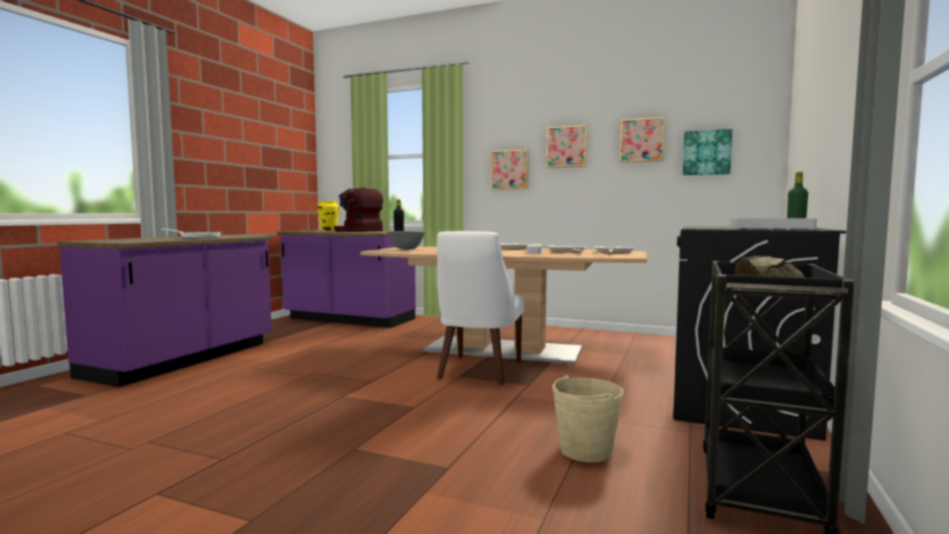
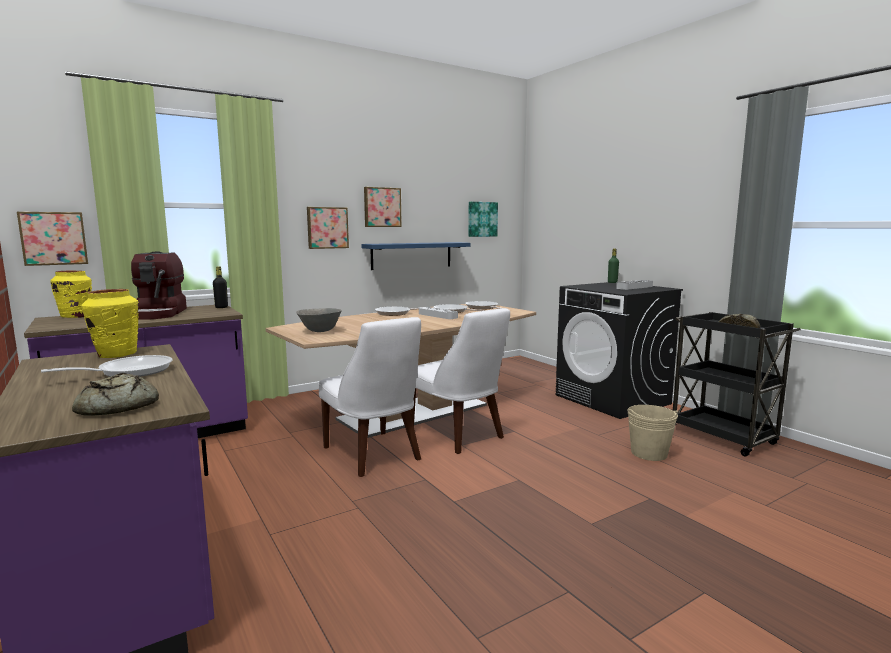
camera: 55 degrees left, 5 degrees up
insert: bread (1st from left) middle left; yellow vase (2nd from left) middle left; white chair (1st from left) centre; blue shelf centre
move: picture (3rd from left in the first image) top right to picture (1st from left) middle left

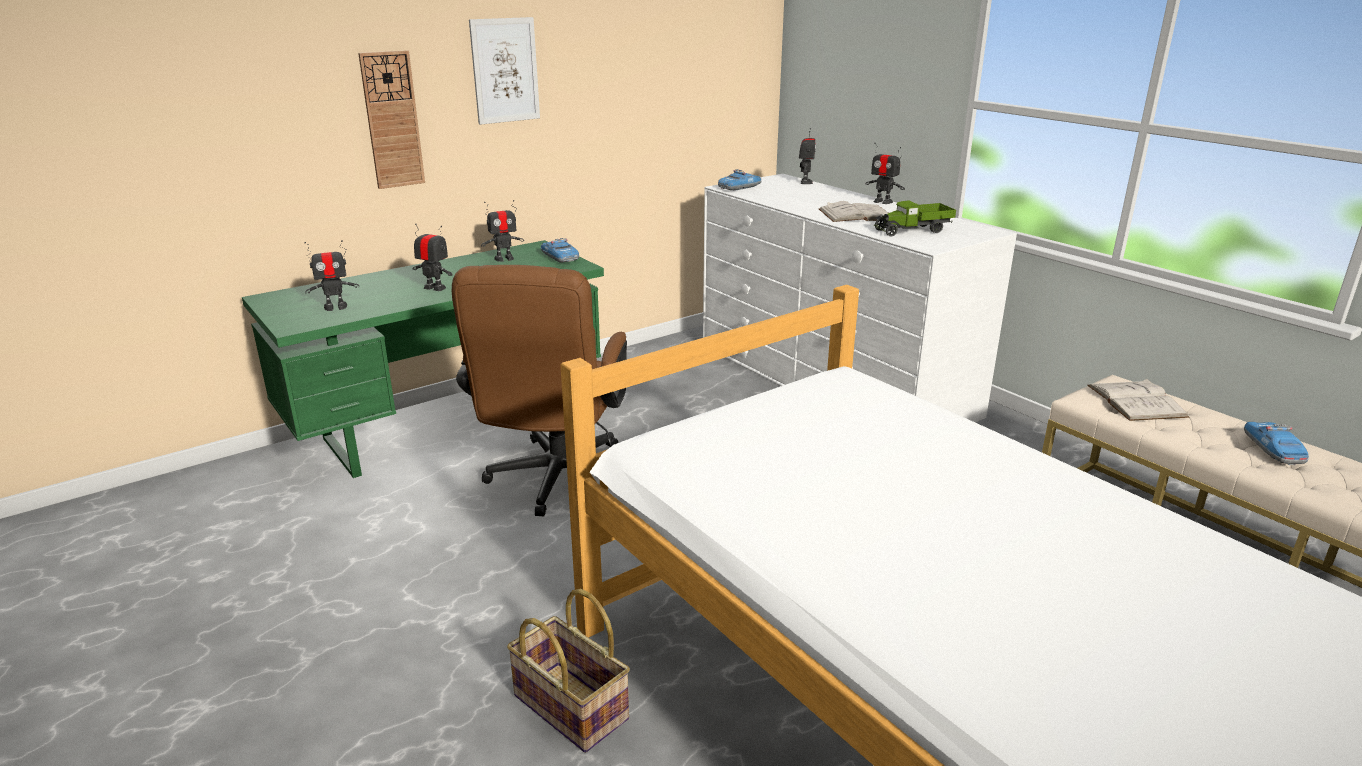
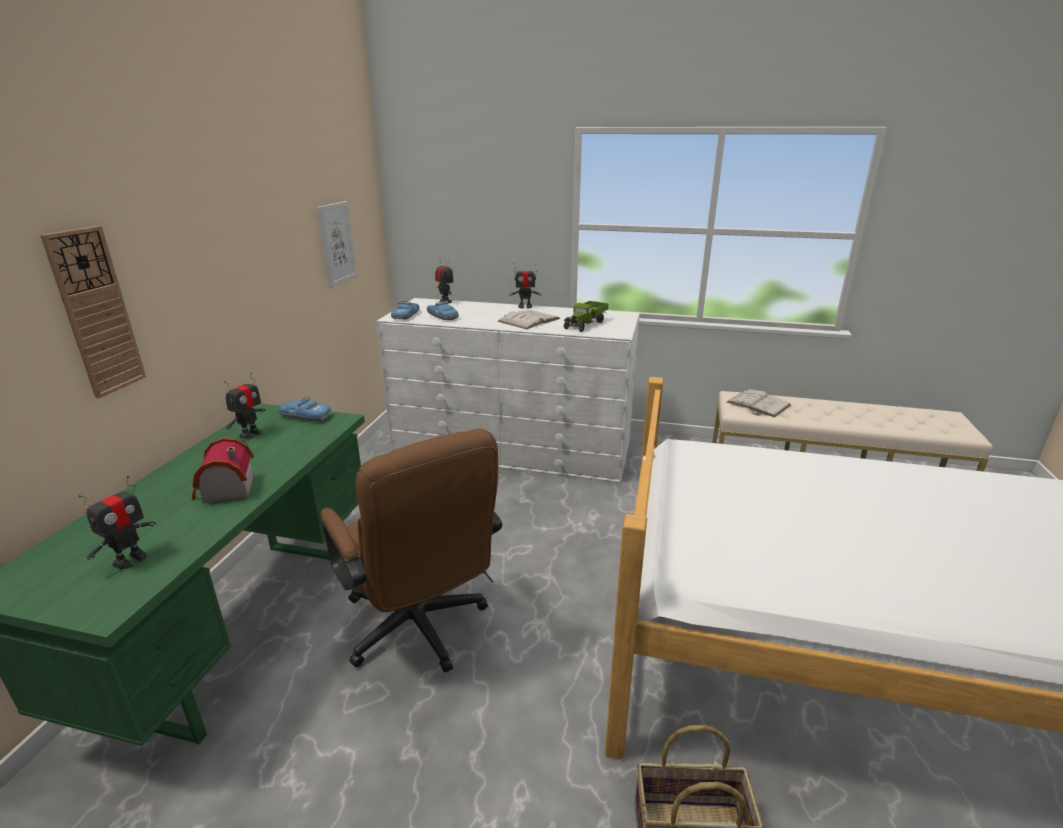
camera: 40 degrees left, 0 degrees up
move: picture top centre to top left; toy car (3rd from left) middle right to centre
replace: toy robot (2nd from left) middle left to toy house middle left

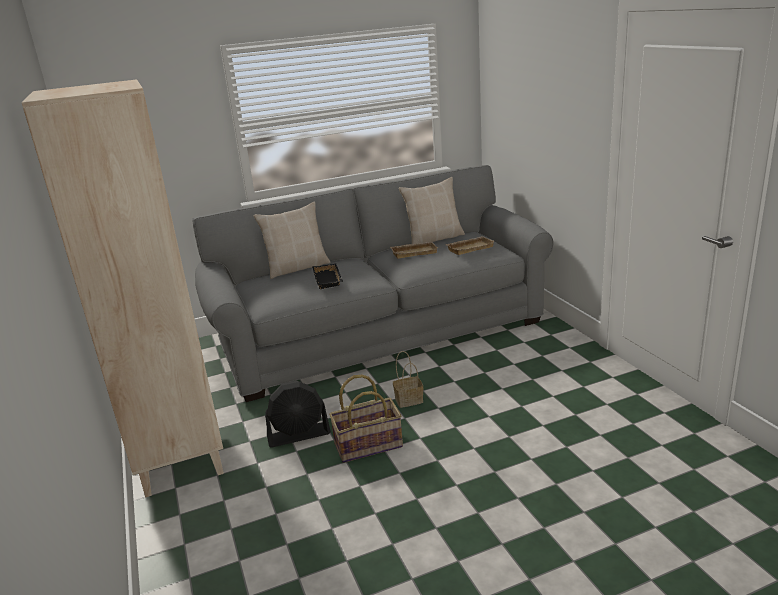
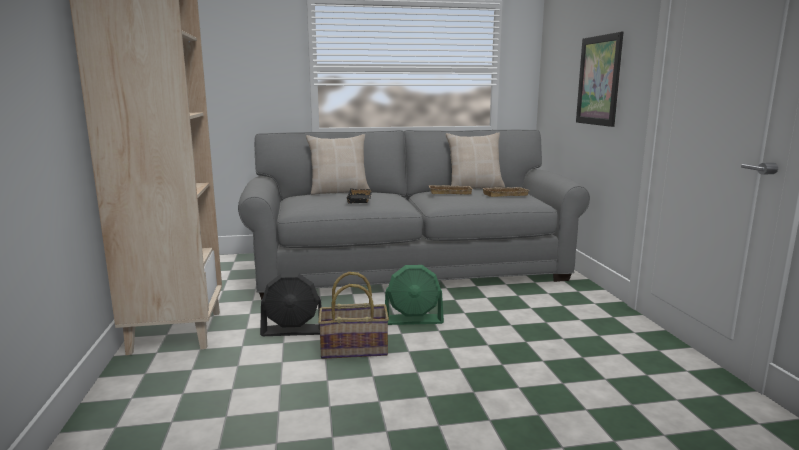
camera: 10 degrees right, 10 degrees down
insert: picture top right
replace: basket (2nd from left) centre to green fan centre

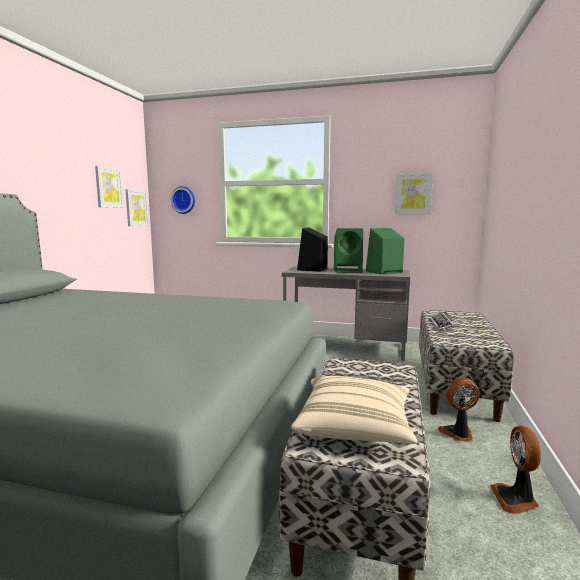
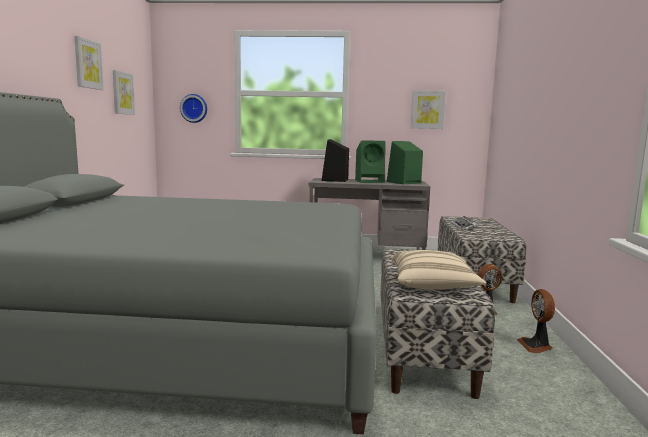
camera: 10 degrees left, 0 degrees up
move: picture (2nd from left in the first image) middle left to picture (1st from left) top left

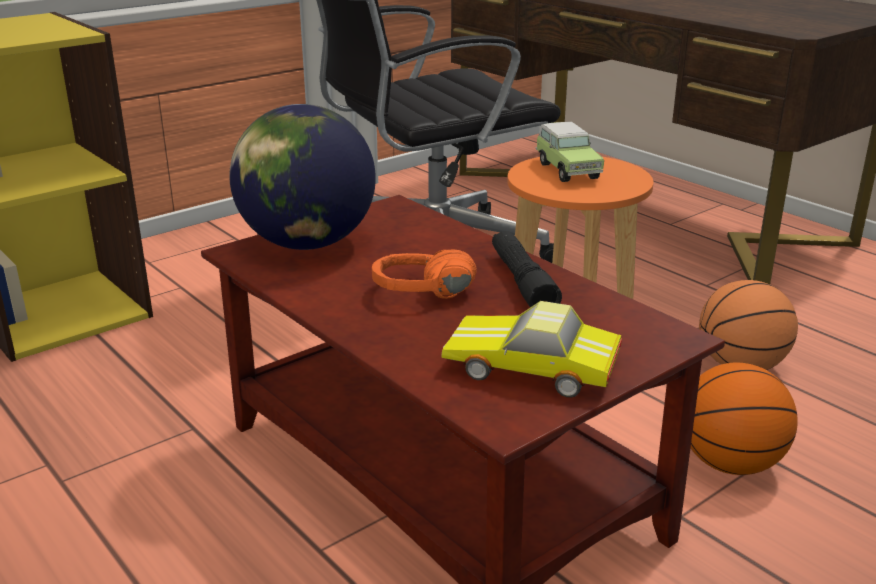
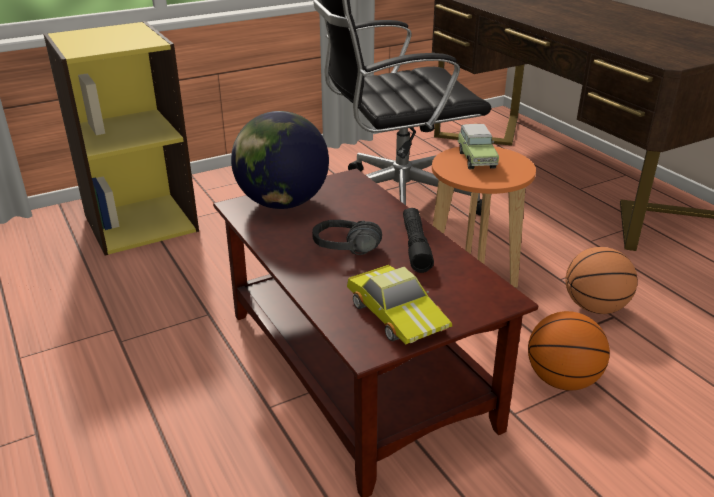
camera: 10 degrees right, 5 degrees up
recolor: orange headphones centre to black headphones centre
rotate: toy car (1st from left) centre = centre 150 degrees counterclockwise

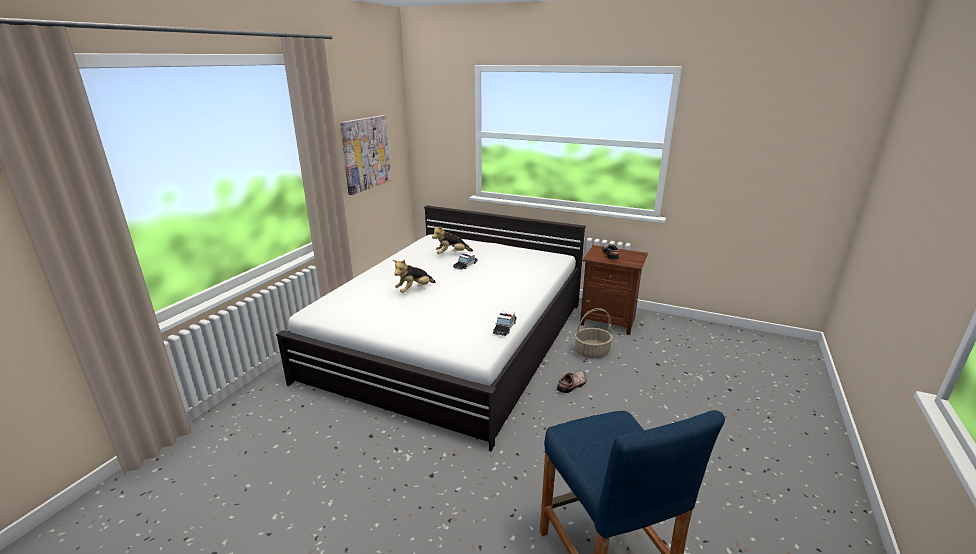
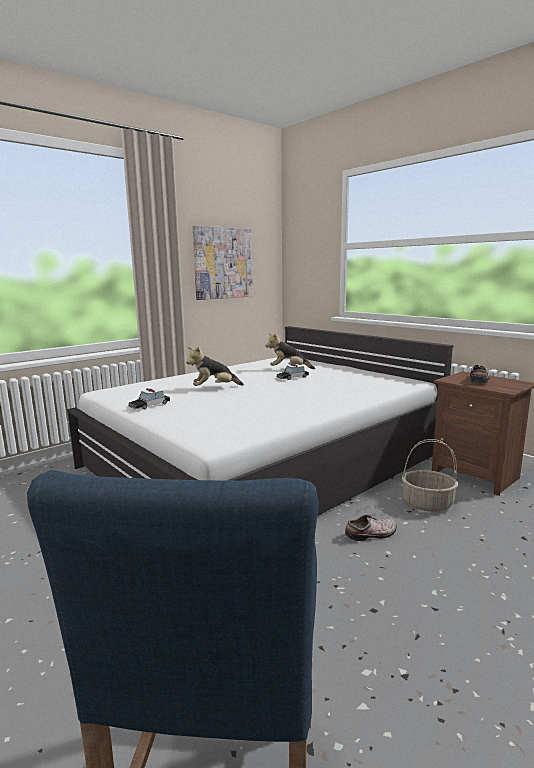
camera: 25 degrees right, 10 degrees down
move: toy car (2nd from left in the first image) centre to toy car (1st from left) middle left

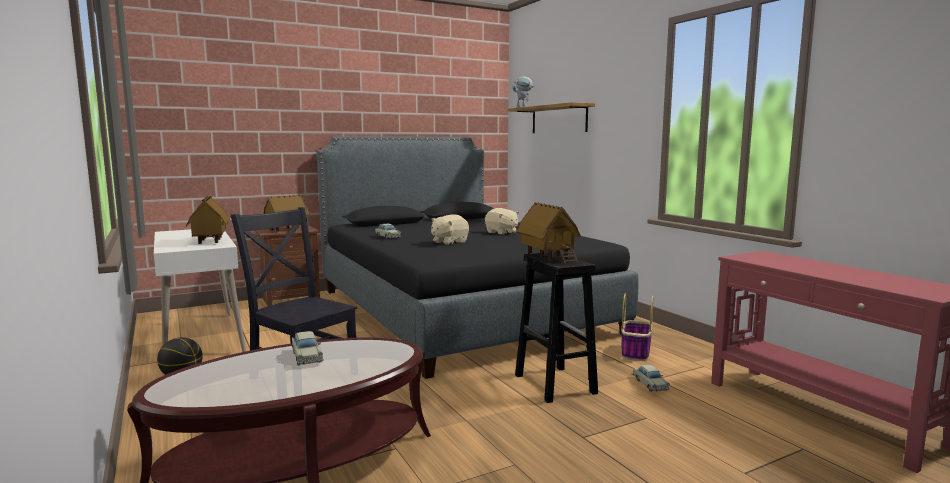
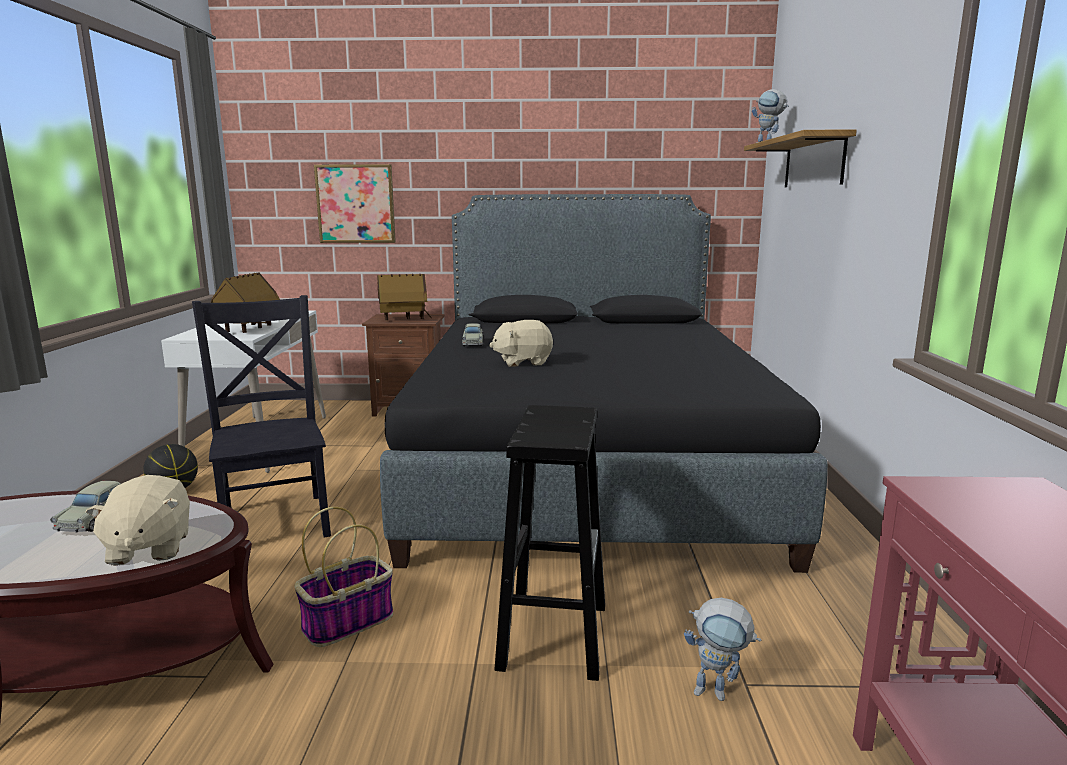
camera: 30 degrees right, 5 degrees up
delete: toy house (3rd from left) centre
insert: picture top left
move: beige plush toy (2nd from left in the first image) centre to beige plush toy (1st from left) bottom left; basket bottom right to bottom left
replace: beige toy car (3rd from left) bottom right to toy robot (1st from left) bottom right

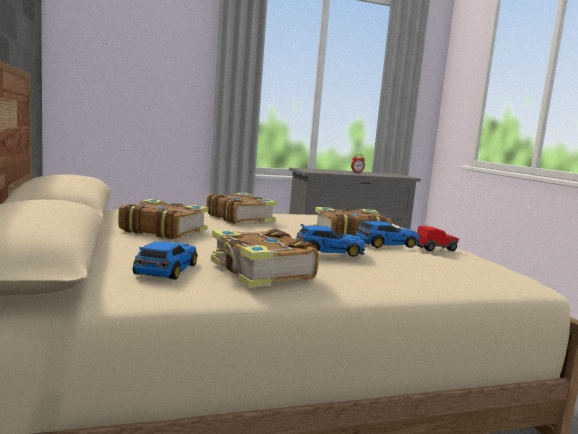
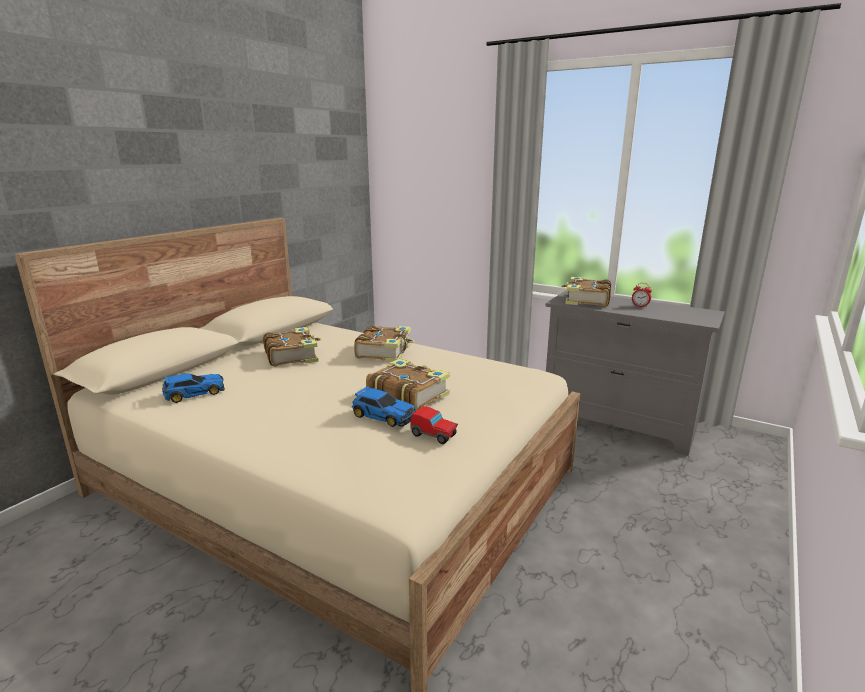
camera: 50 degrees right, 10 degrees up
delete: toy car (2nd from left) centre
move: book (3rd from left in the first image) centre to book (4th from left) middle right

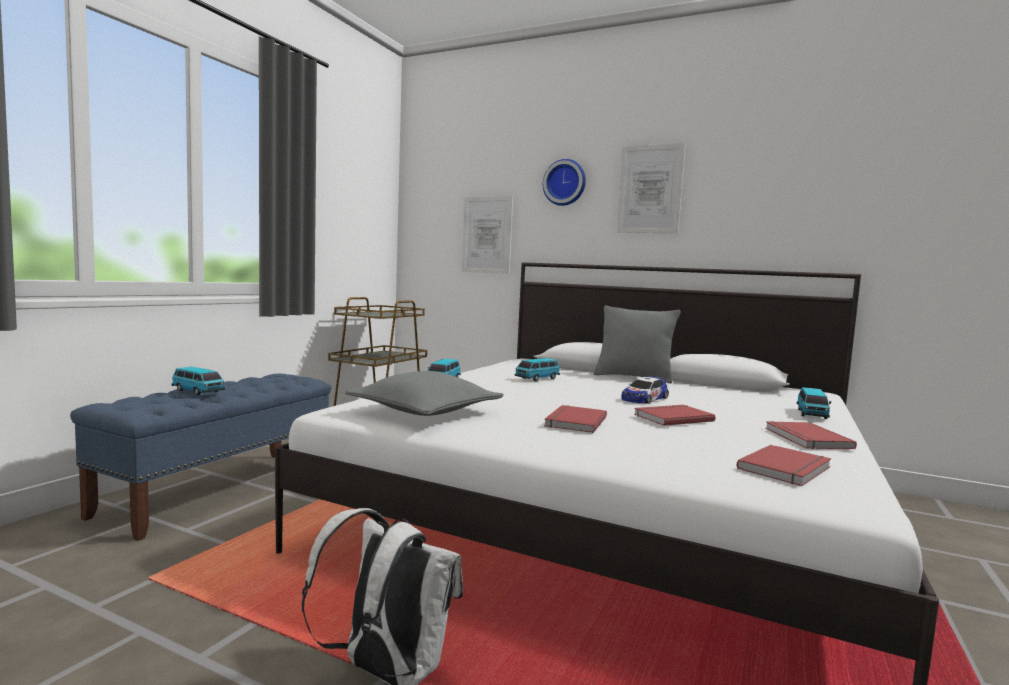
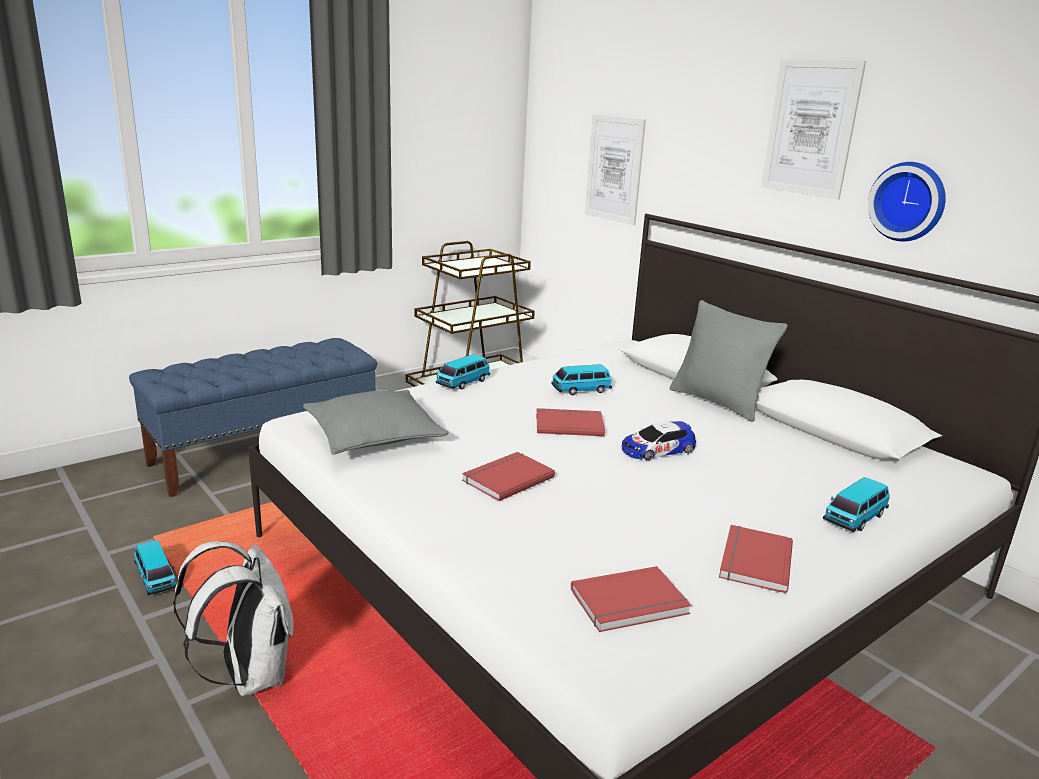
camera: 25 degrees right, 15 degrees up
move: toy car (1st from left) middle left to bottom left; red book (2nd from left) middle right to centre; wall clock top centre to top right

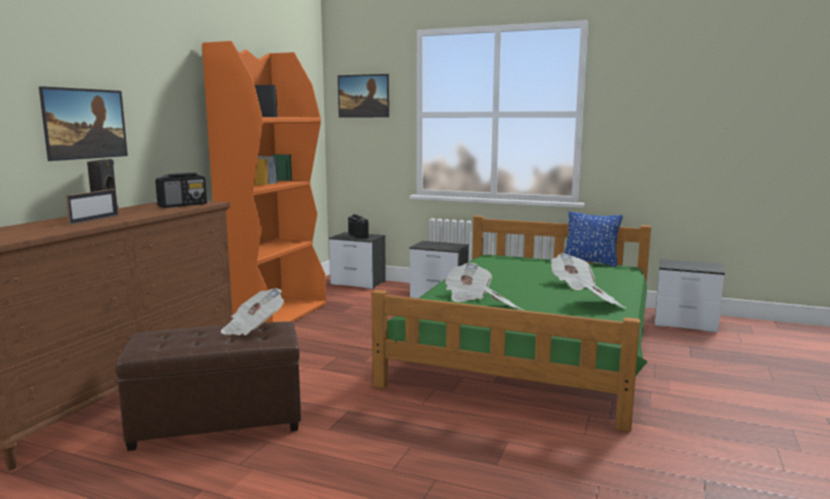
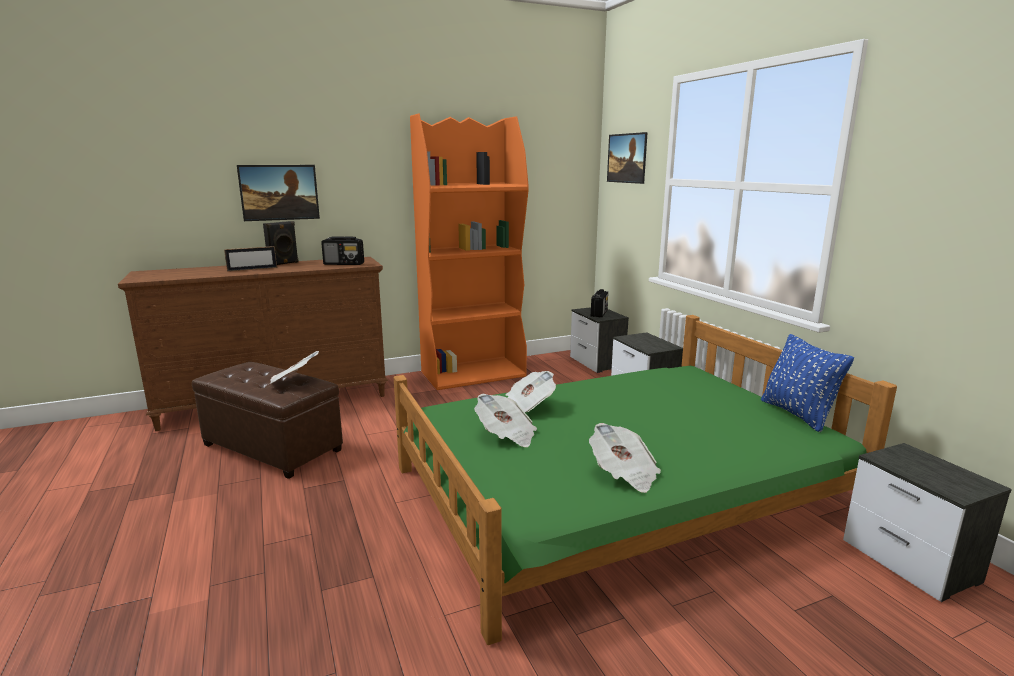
camera: 45 degrees right, 5 degrees up
delete: newspaper (4th from left) middle right

